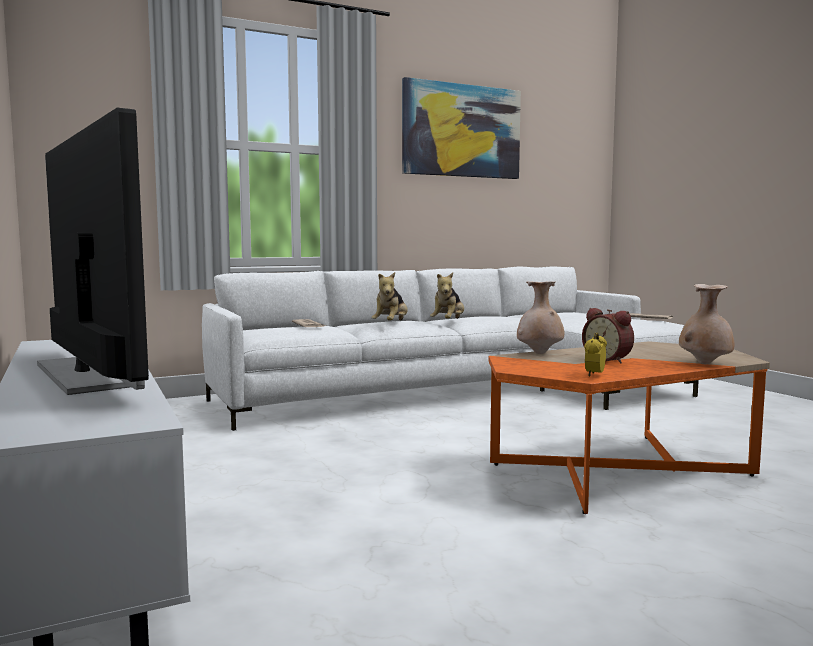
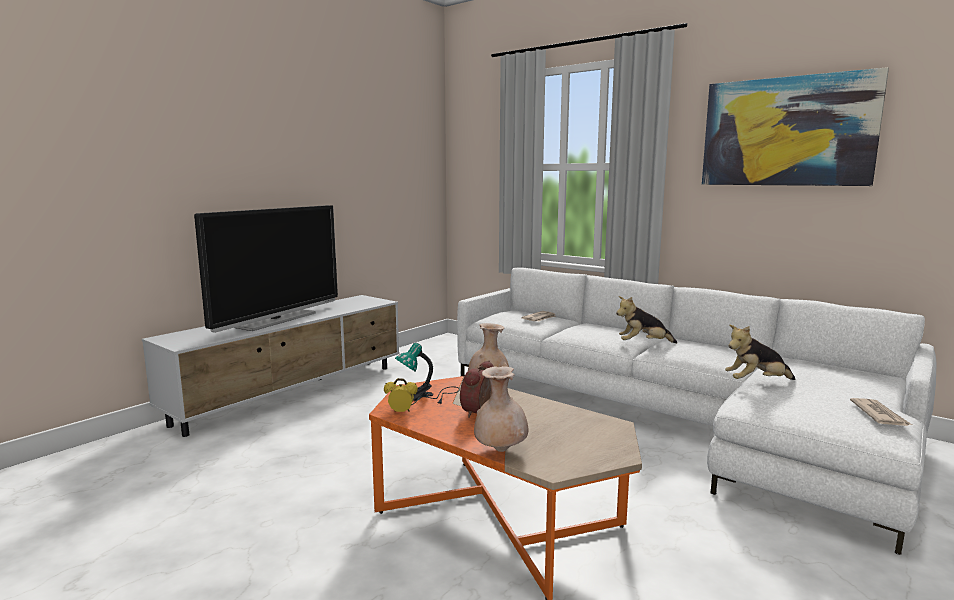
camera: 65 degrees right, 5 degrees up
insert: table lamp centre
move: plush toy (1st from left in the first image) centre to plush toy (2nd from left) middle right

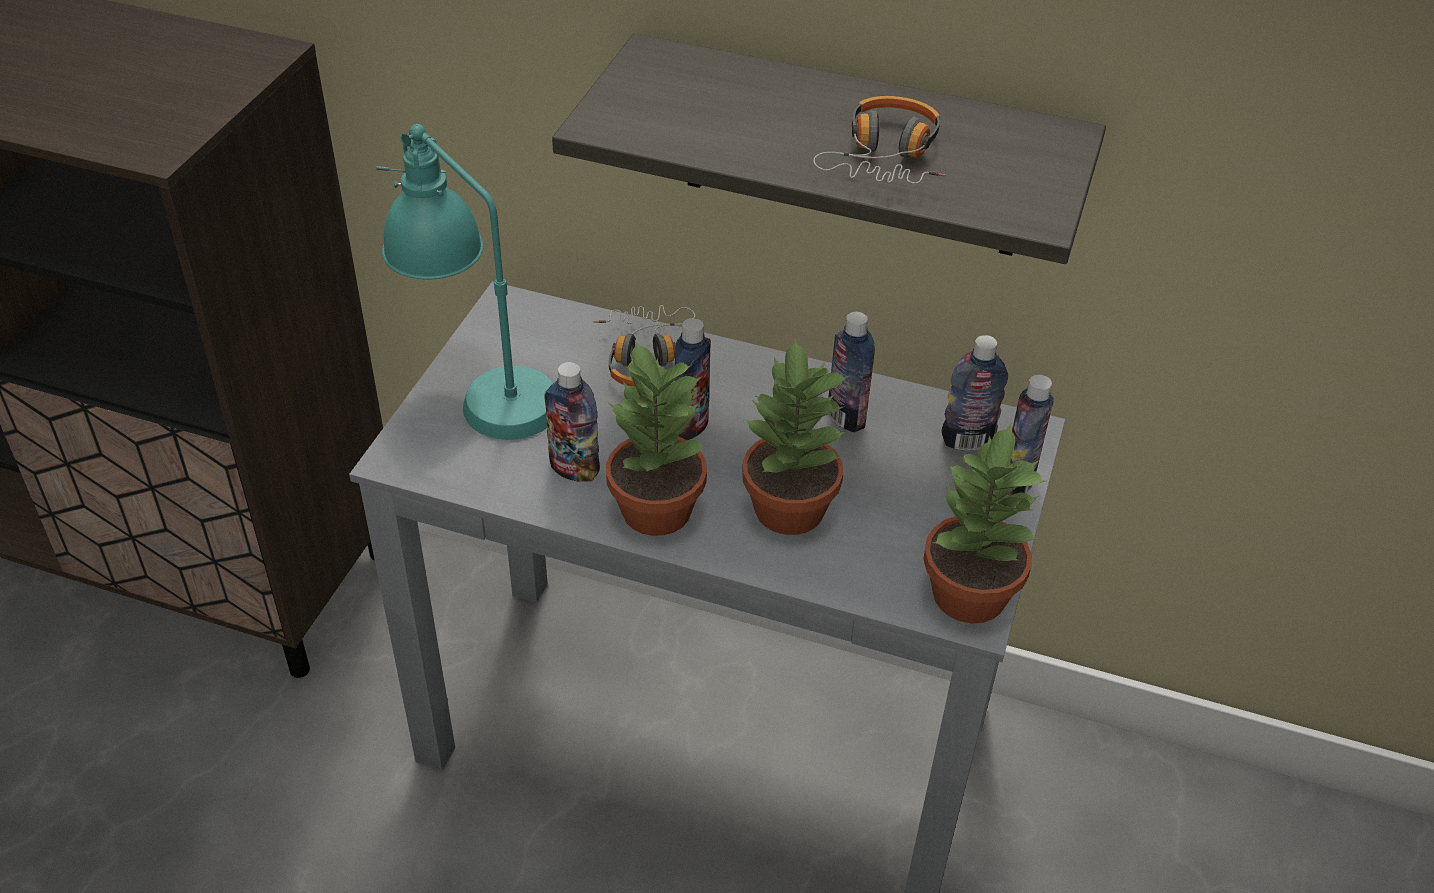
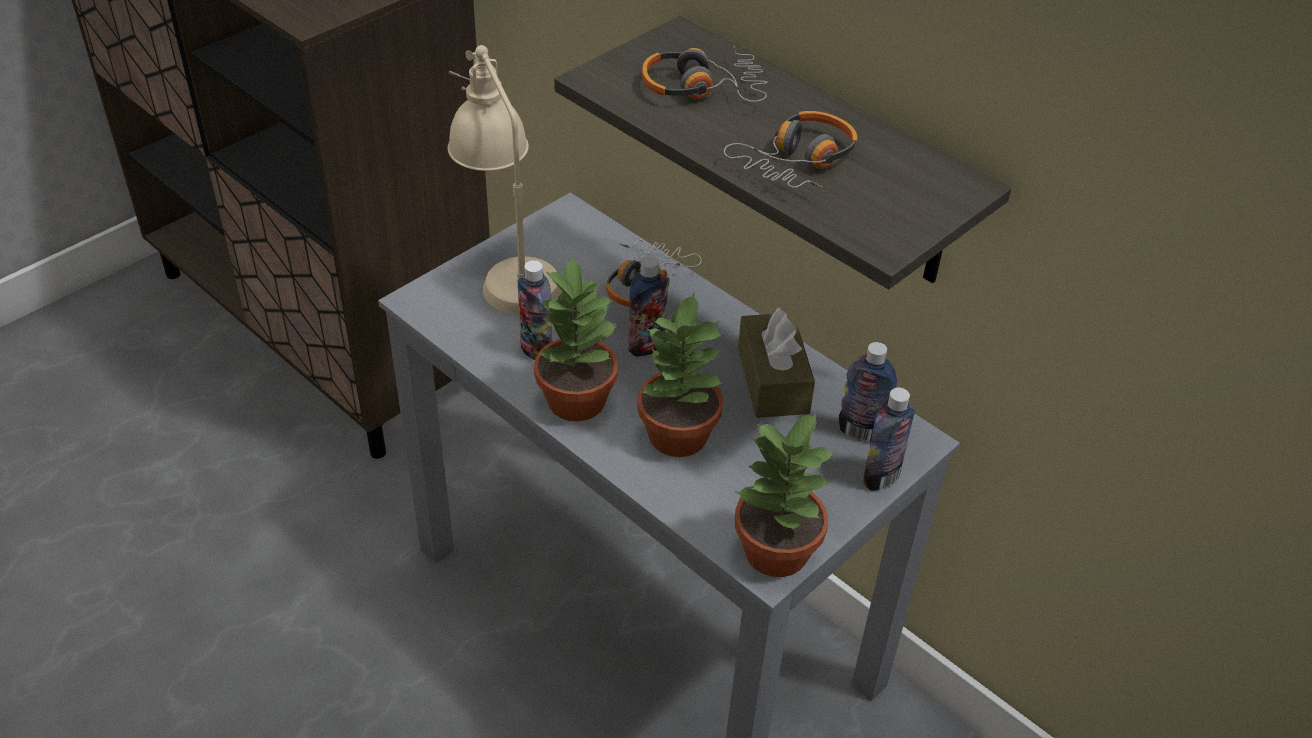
camera: 25 degrees right, 0 degrees up
insert: headphones (2nd from left) top centre
replace: bottle (3rd from left) centre to brown tissue box centre
recolor: turquoise table lamp top left to beige table lamp top centre

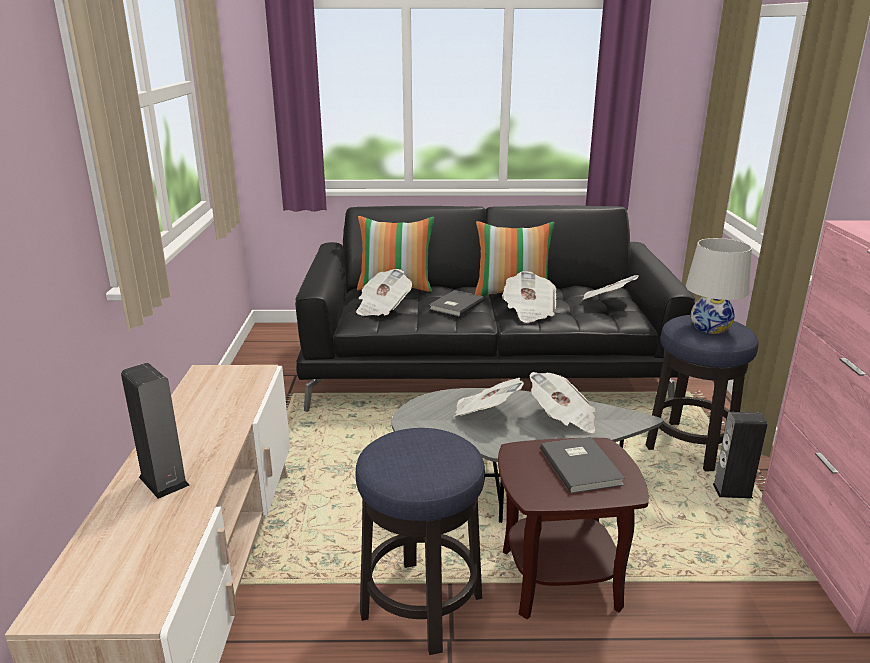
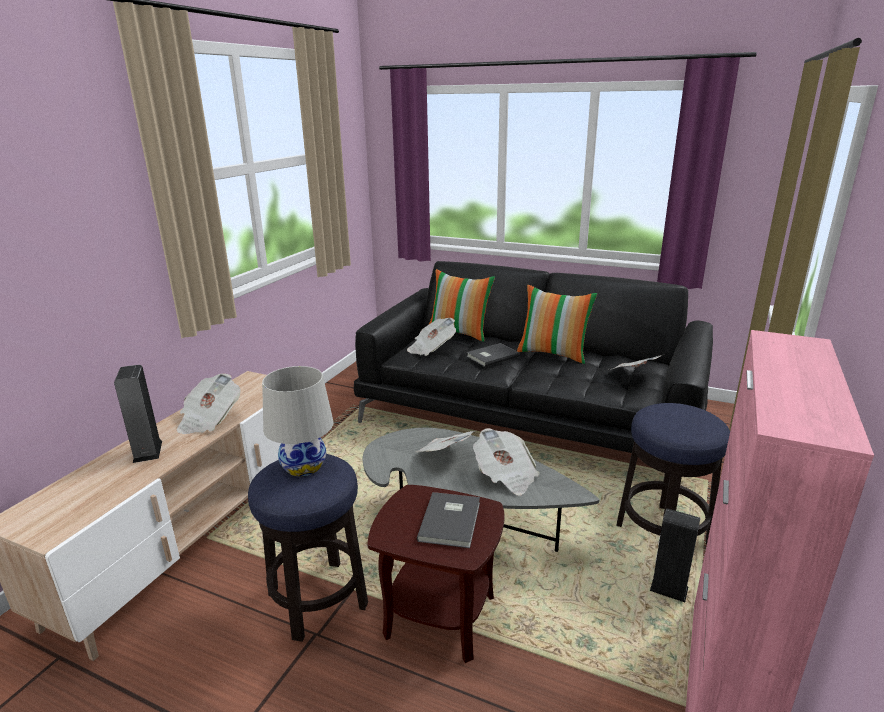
camera: 25 degrees right, 0 degrees up
move: newspaper (3rd from left in the first image) centre to newspaper (1st from left) middle left; white table lamp middle right to centre

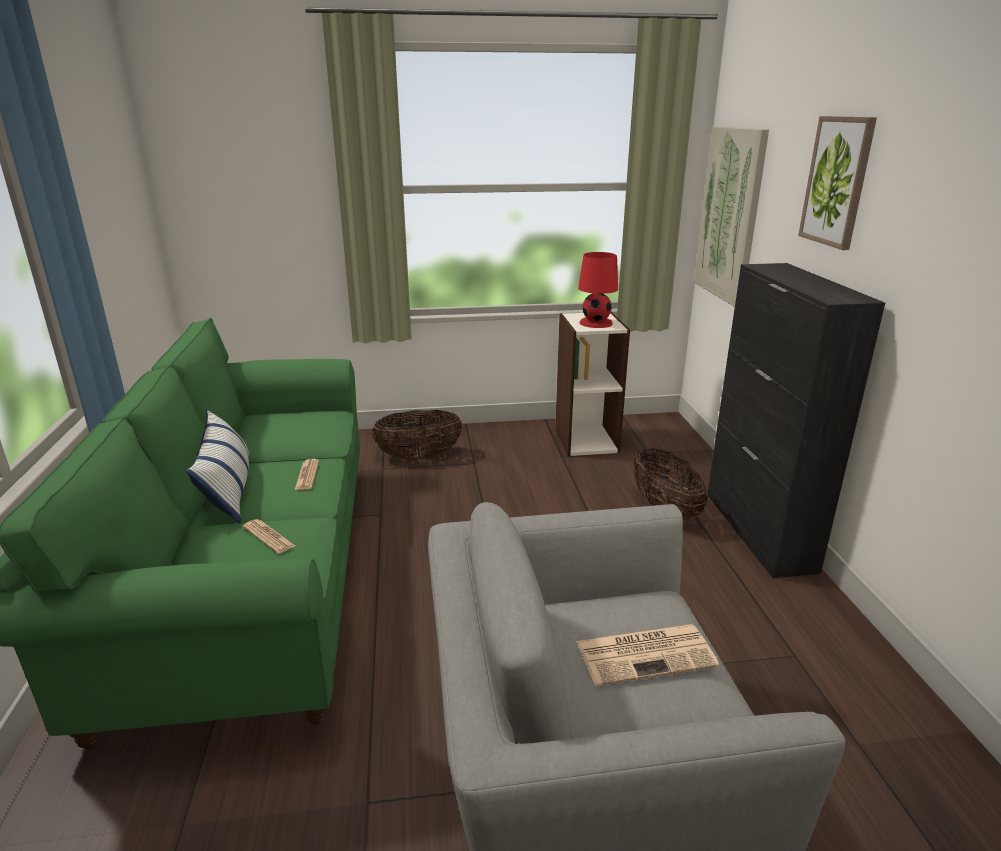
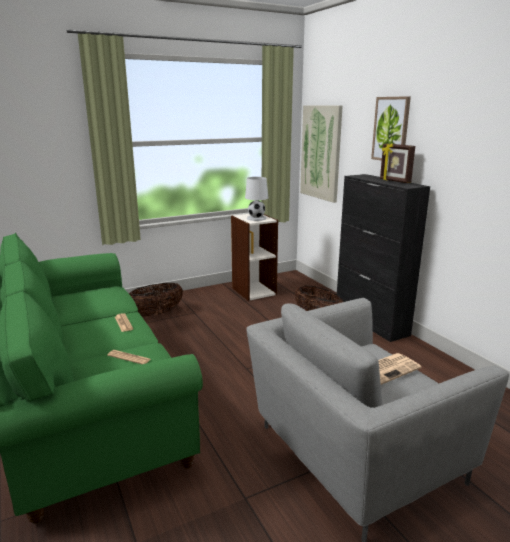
camera: 20 degrees left, 5 degrees down
delete: pillow middle left
insert: picture frame top right
recolor: red table lamp centre to white table lamp centre

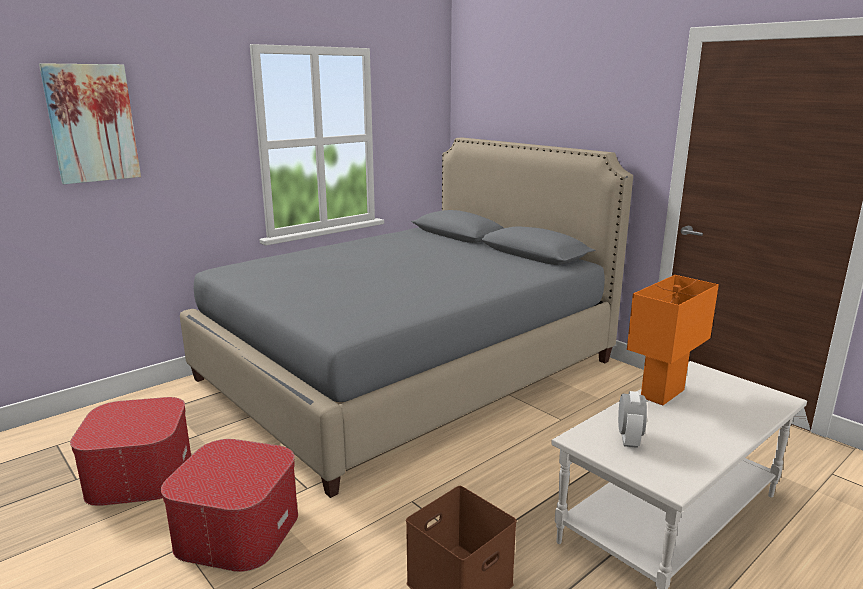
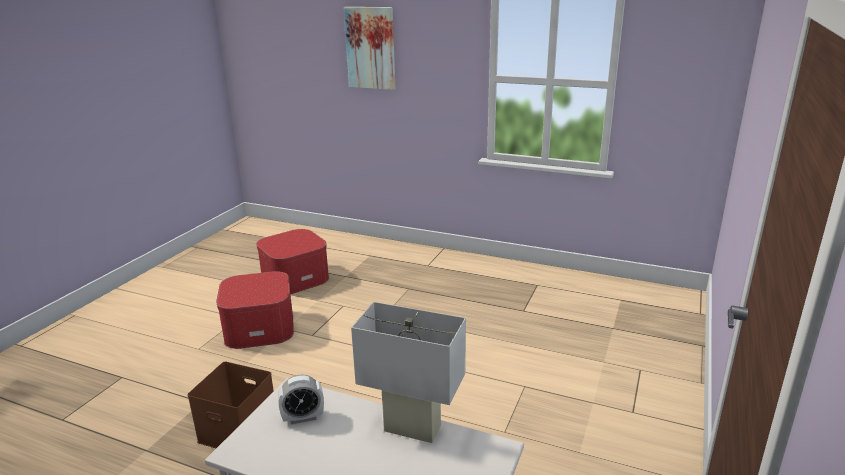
camera: 65 degrees right, 5 degrees up
delete: grey bed centre
recolor: orange table lamp middle right to white table lamp bottom centre

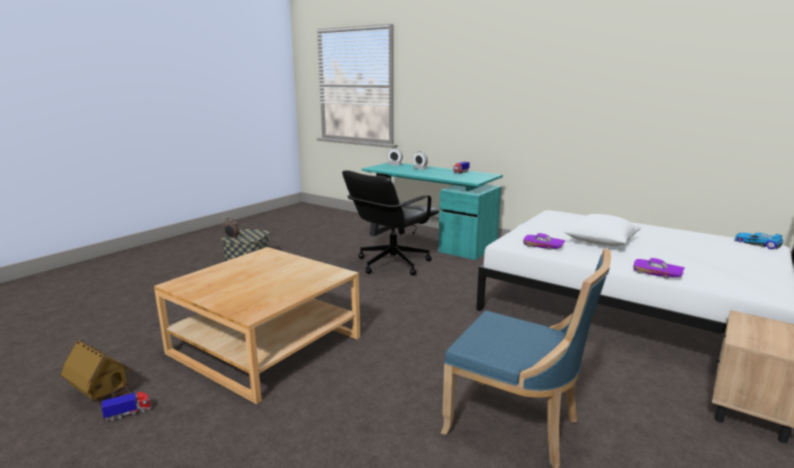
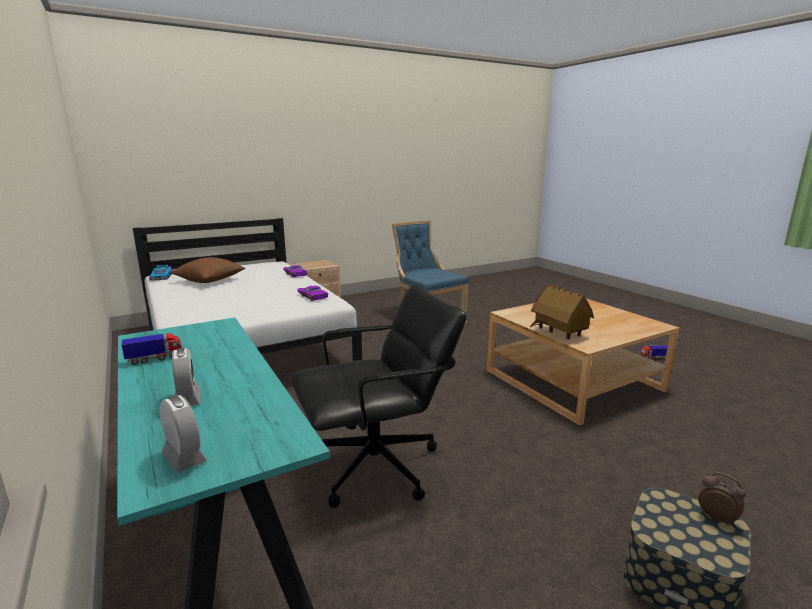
camera: 155 degrees left, 0 degrees up
delete: white pillow middle right
insert: brown pillow middle left
move: toy house bottom left to middle right

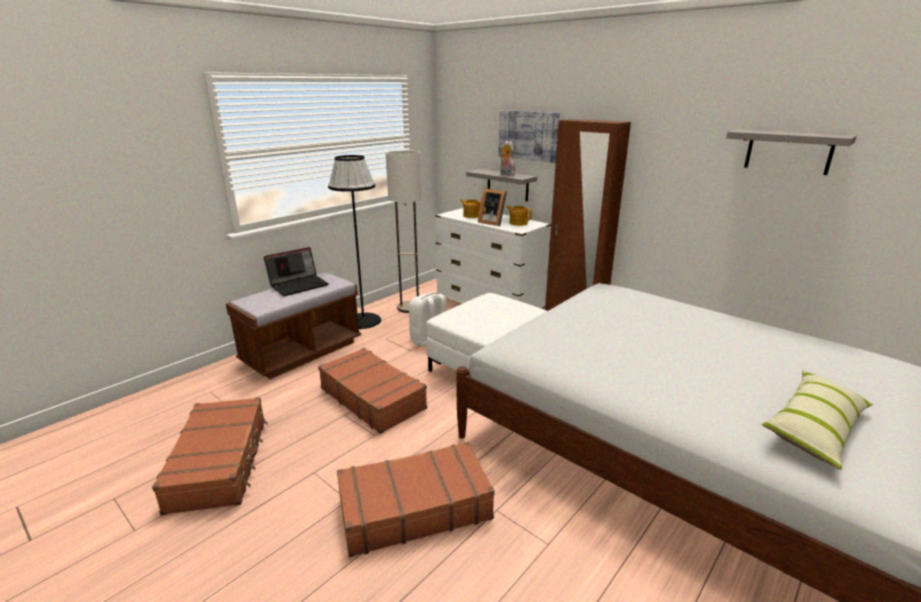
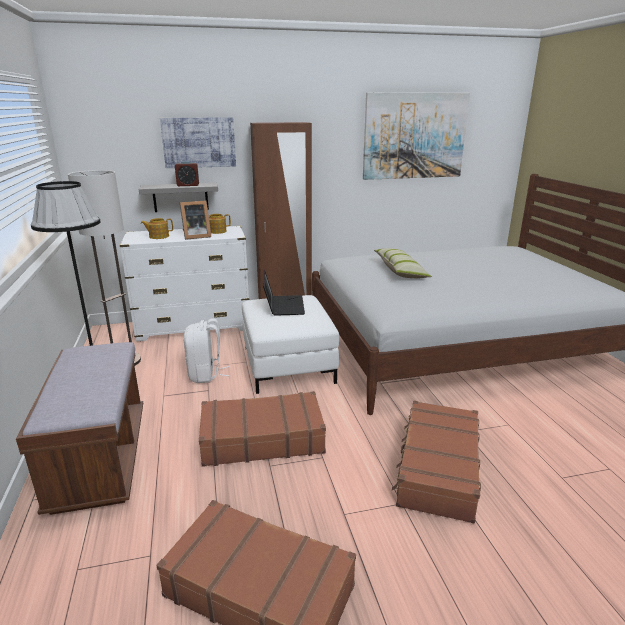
camera: 55 degrees left, 0 degrees up
move: laptop middle left to centre; pillow bottom right to centre
replace: plush toy top centre to alarm clock top left; grey shelf (2nd from left) top right to picture (2nd from left) top centre

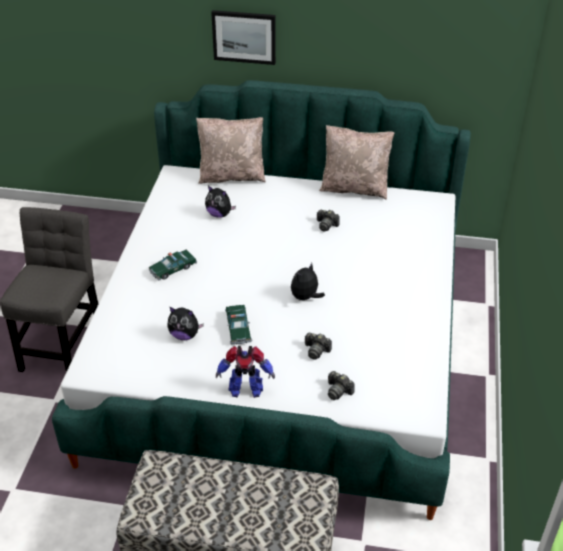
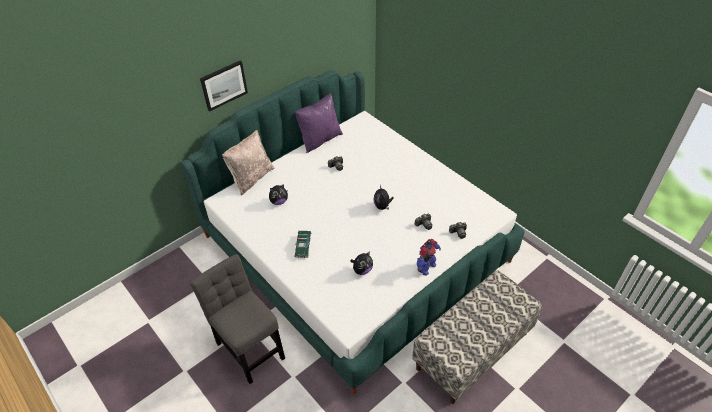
camera: 50 degrees left, 5 degrees up
delete: toy car (2nd from left) centre
recolor: beige pillow (2nd from left) top centre to purple pillow top centre

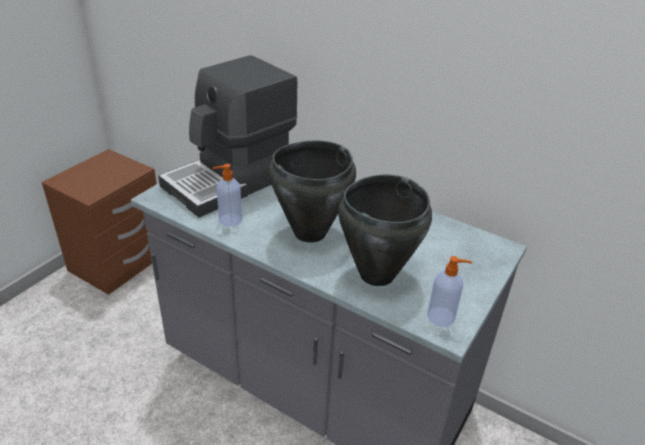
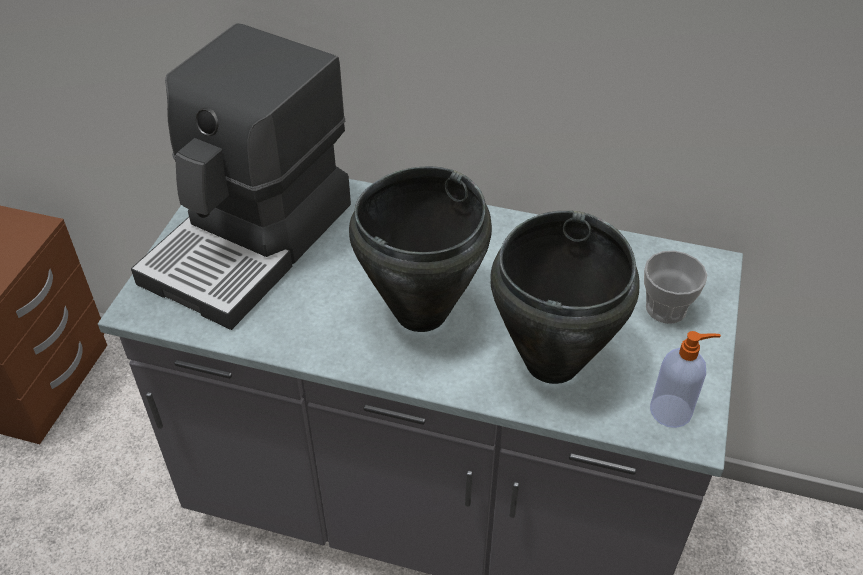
camera: 15 degrees left, 10 degrees up
delete: soap dispenser (1st from left) centre
insert: cup middle right

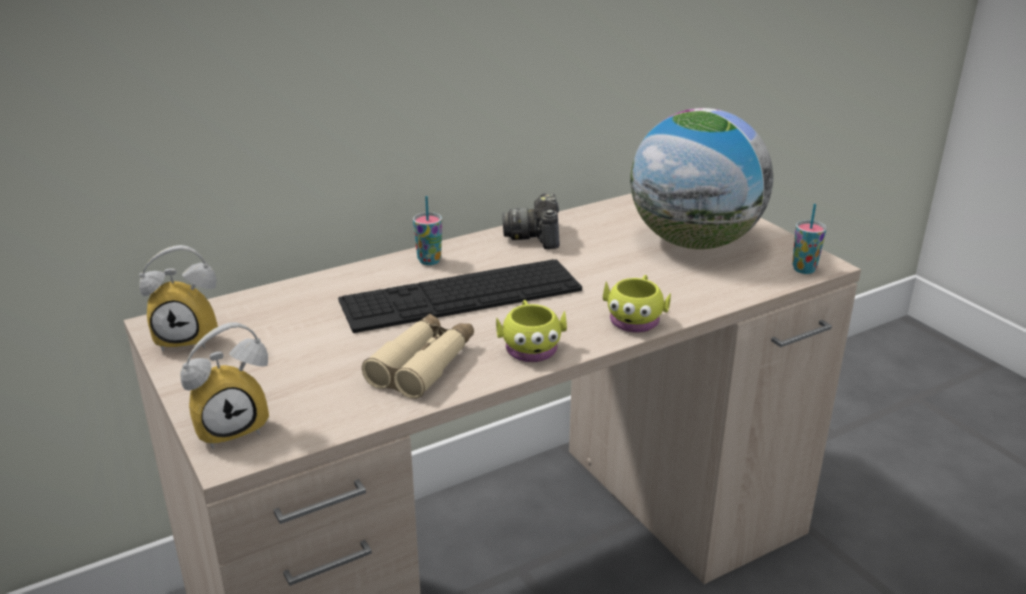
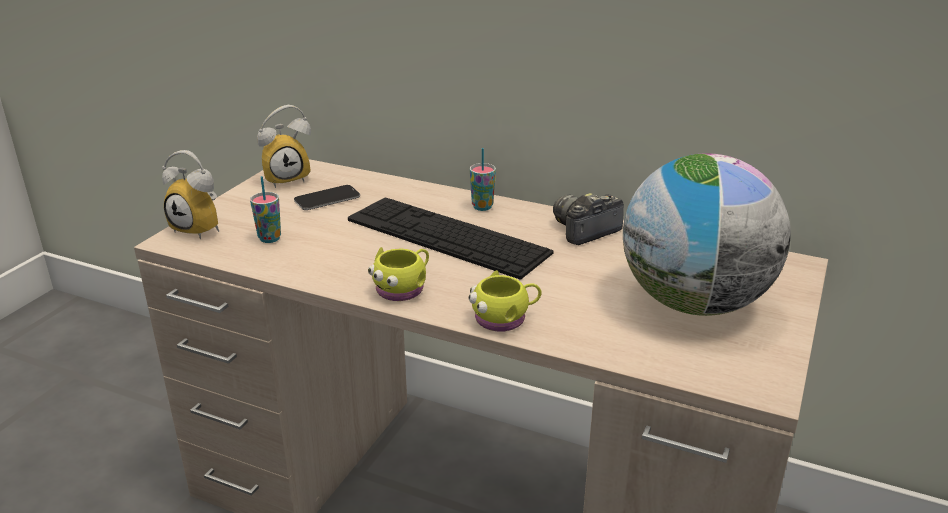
camera: 55 degrees right, 0 degrees up
delete: beige binoculars centre
insert: phone centre
move: cup (2nd from left in the first image) middle right to cup (1st from left) middle left
rotate: alarm clock (1st from left in the first image) middle left = top left 75 degrees counterclockwise

